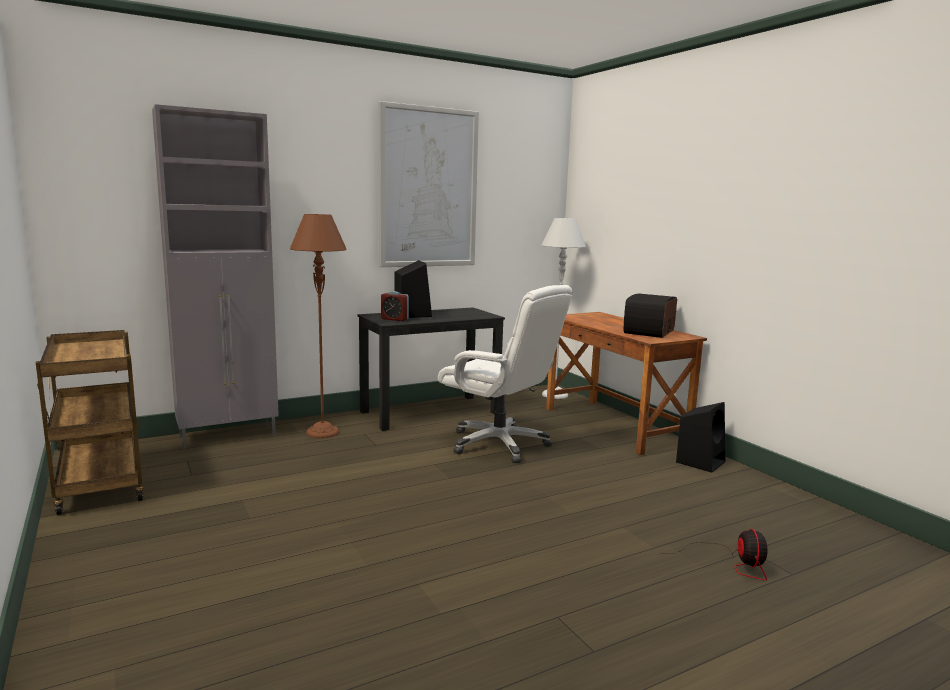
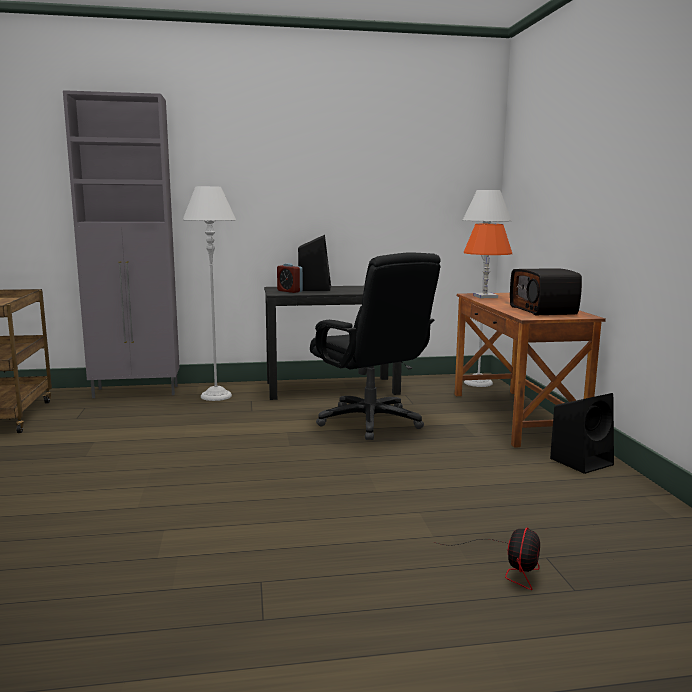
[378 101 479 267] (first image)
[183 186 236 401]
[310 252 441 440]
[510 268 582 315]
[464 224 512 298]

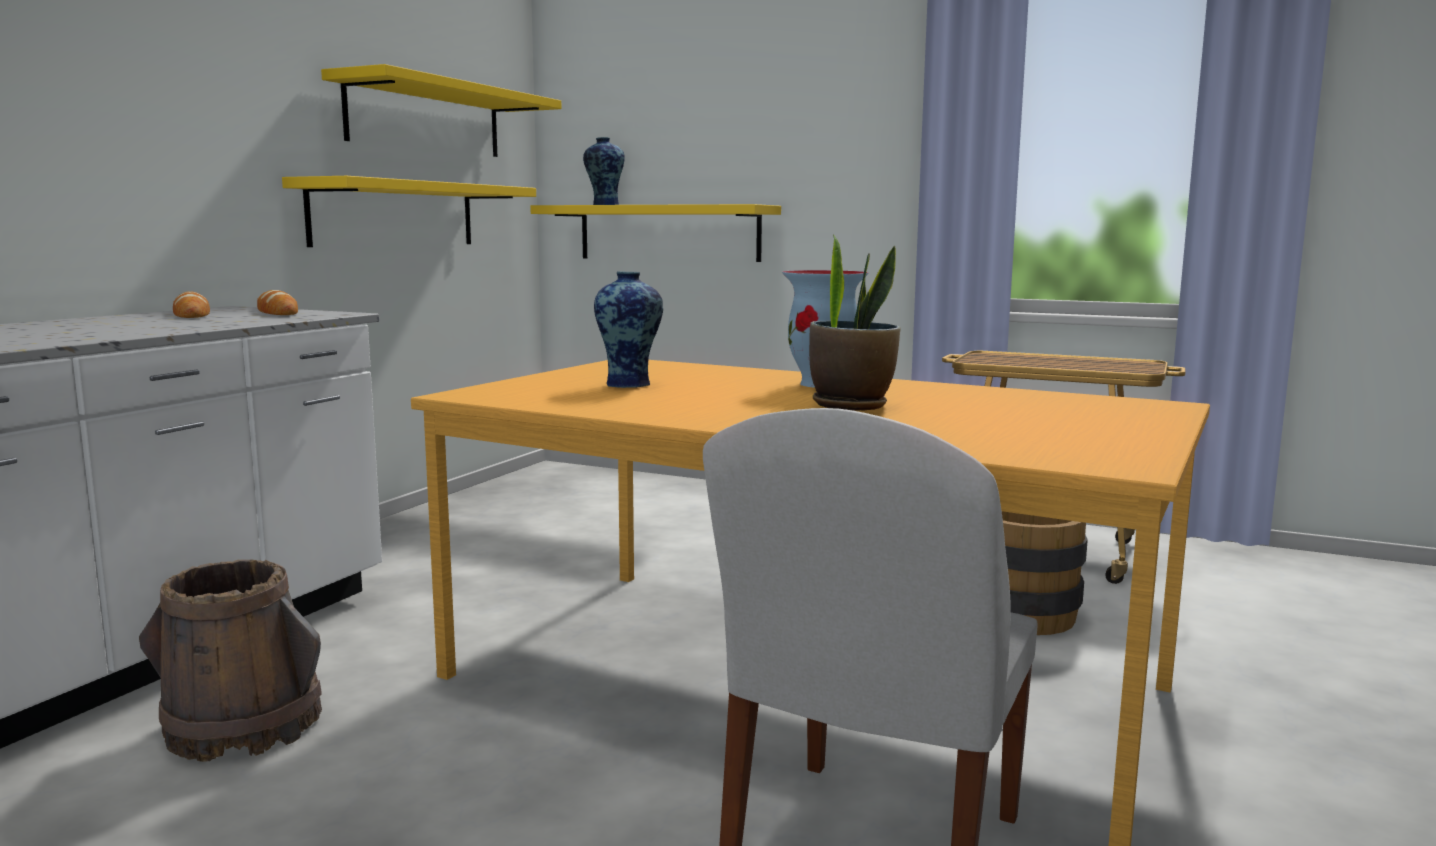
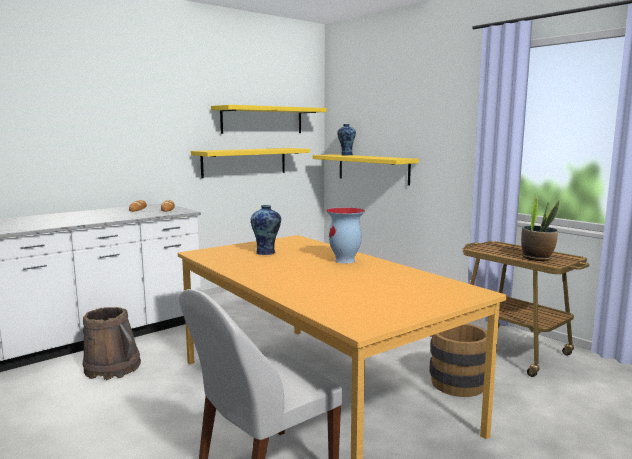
[521 194 560 261]

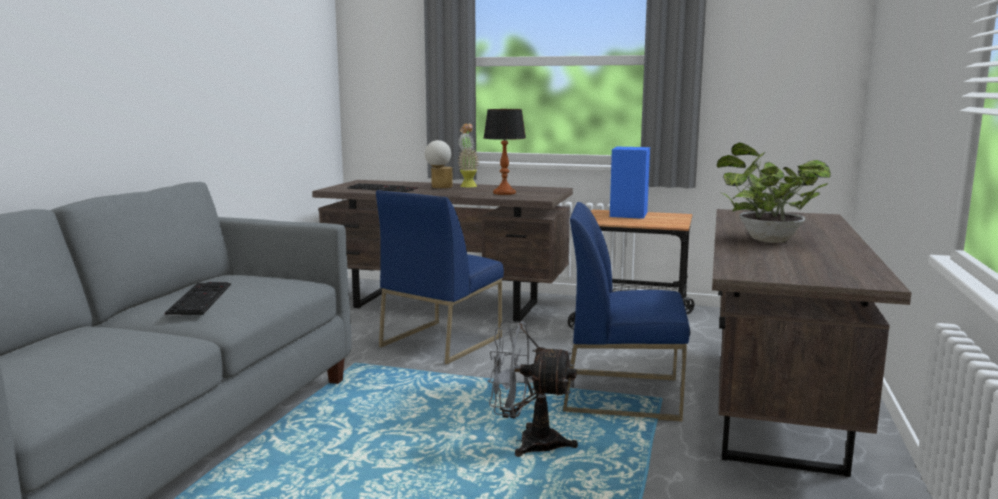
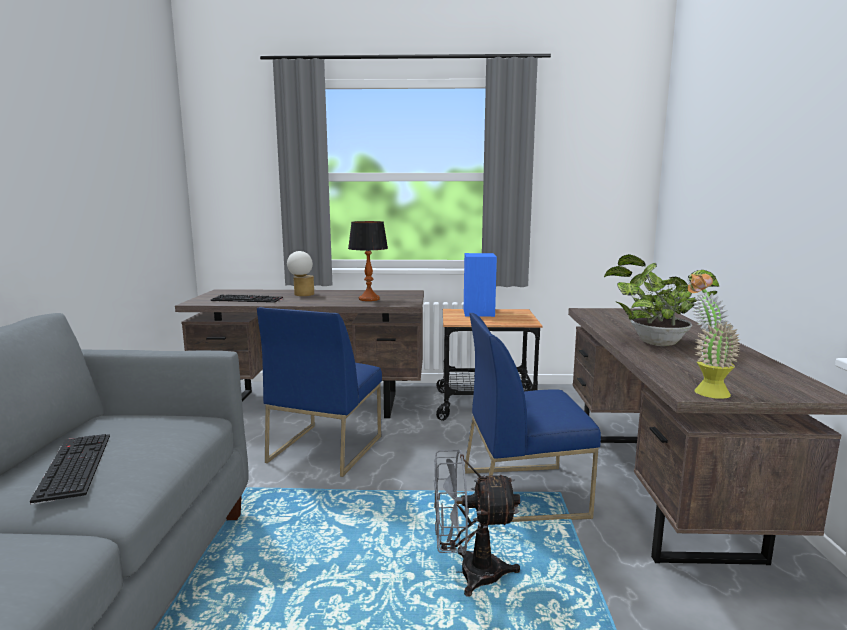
[688 273 741 399]

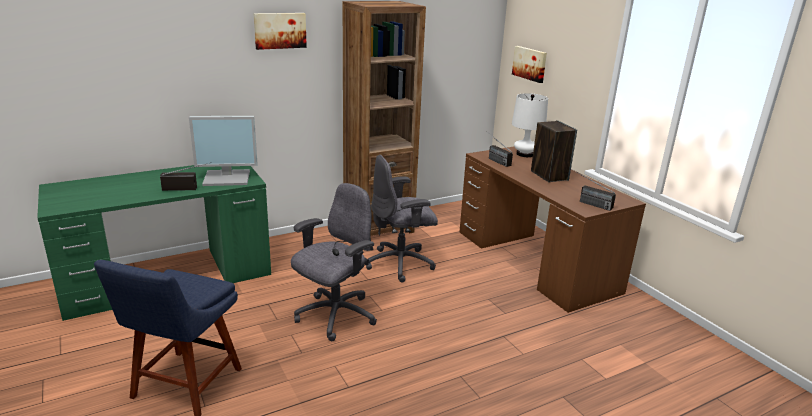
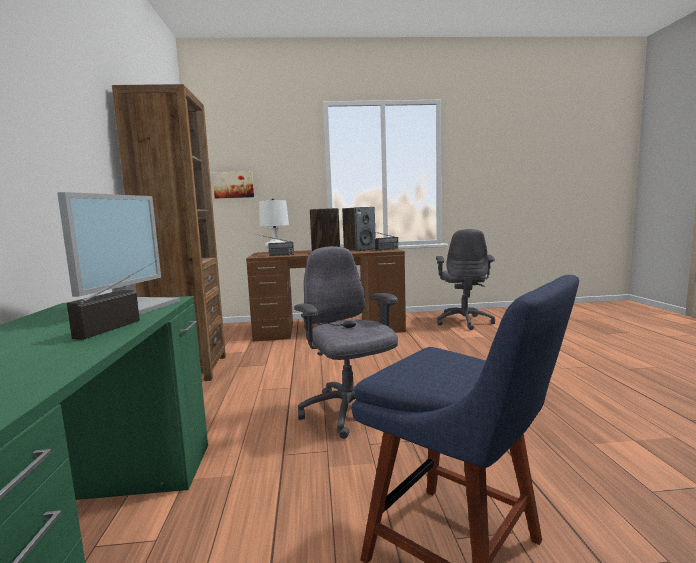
[253 13 307 50] (first image)
[436 229 495 330]
[342 207 376 251]

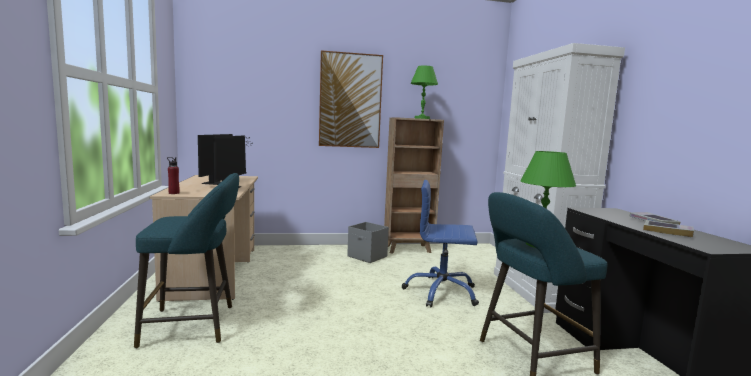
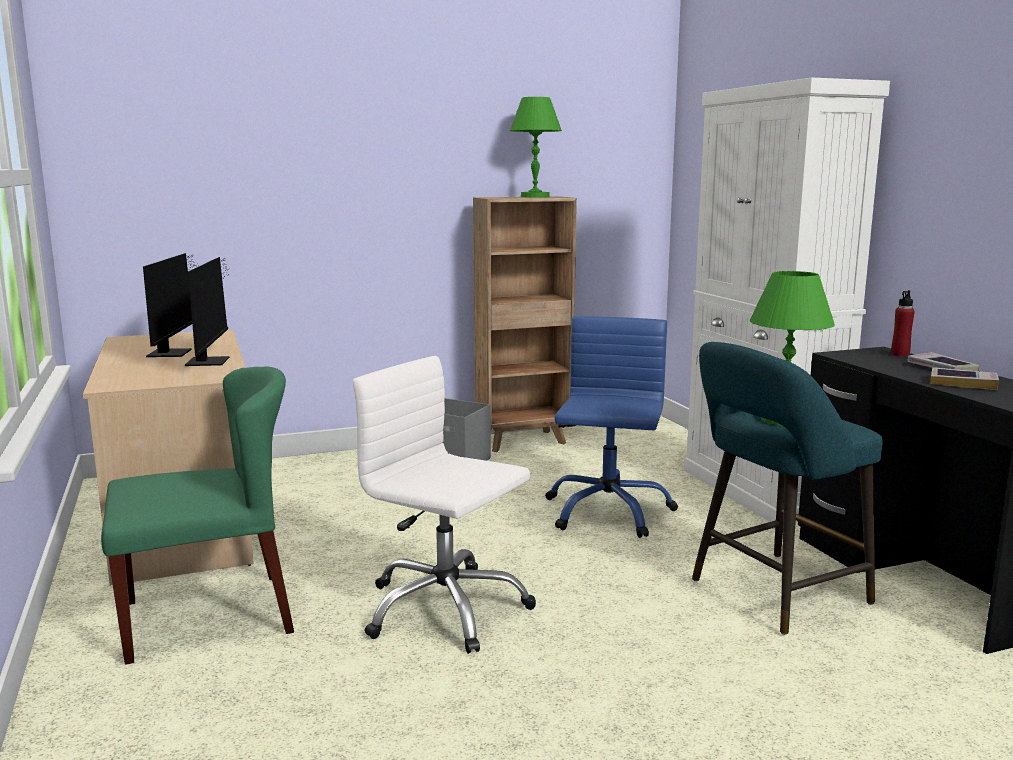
[319 50 383 148] (first image)
[891 290 915 357]
[101 367 294 665]
[545 316 678 538]
[353 356 536 654]

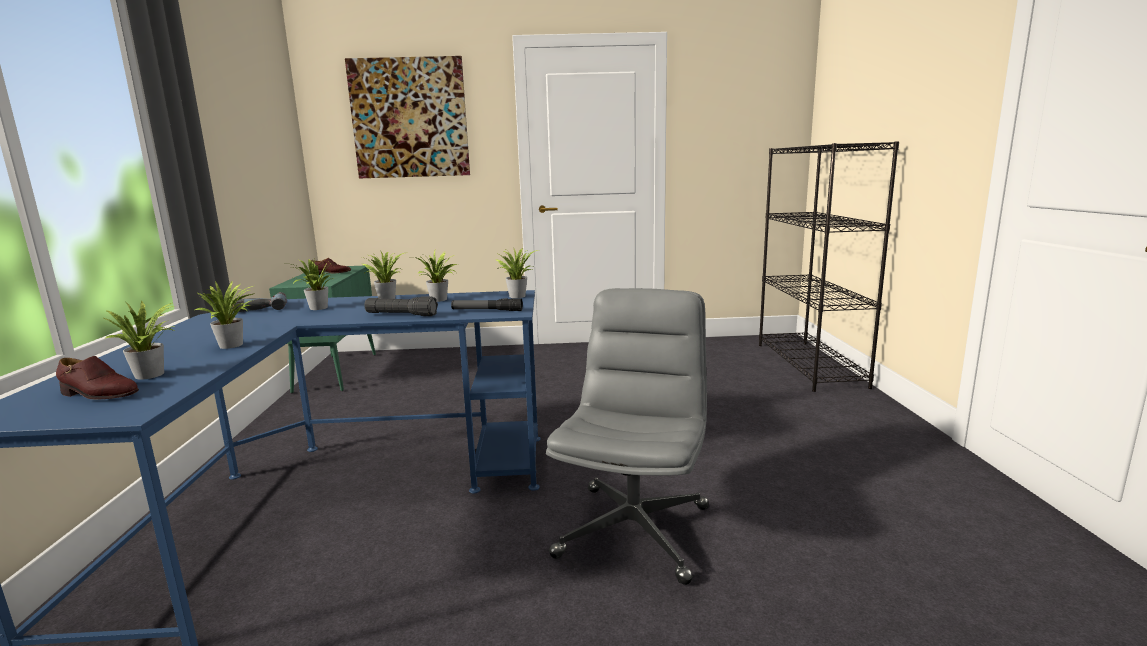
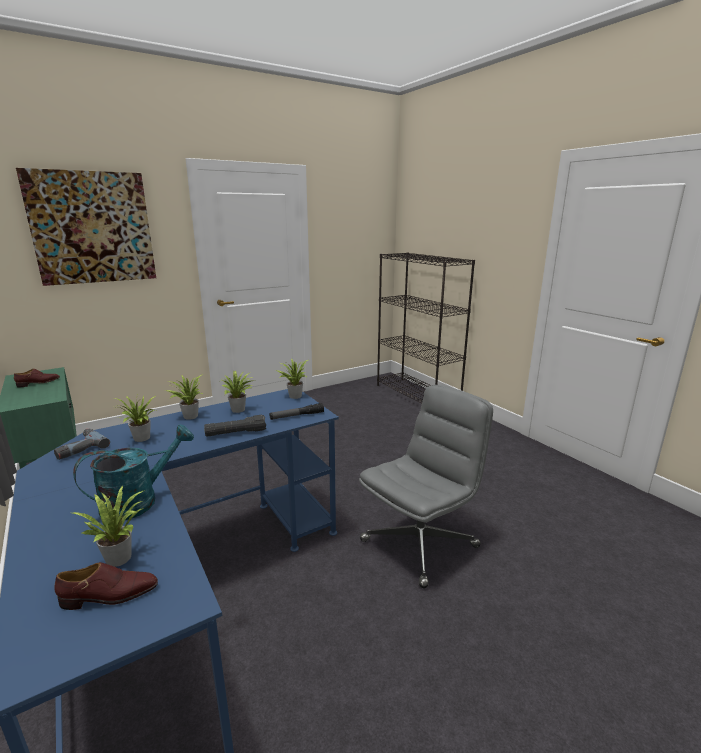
[73 424 194 520]
[359 385 493 588]

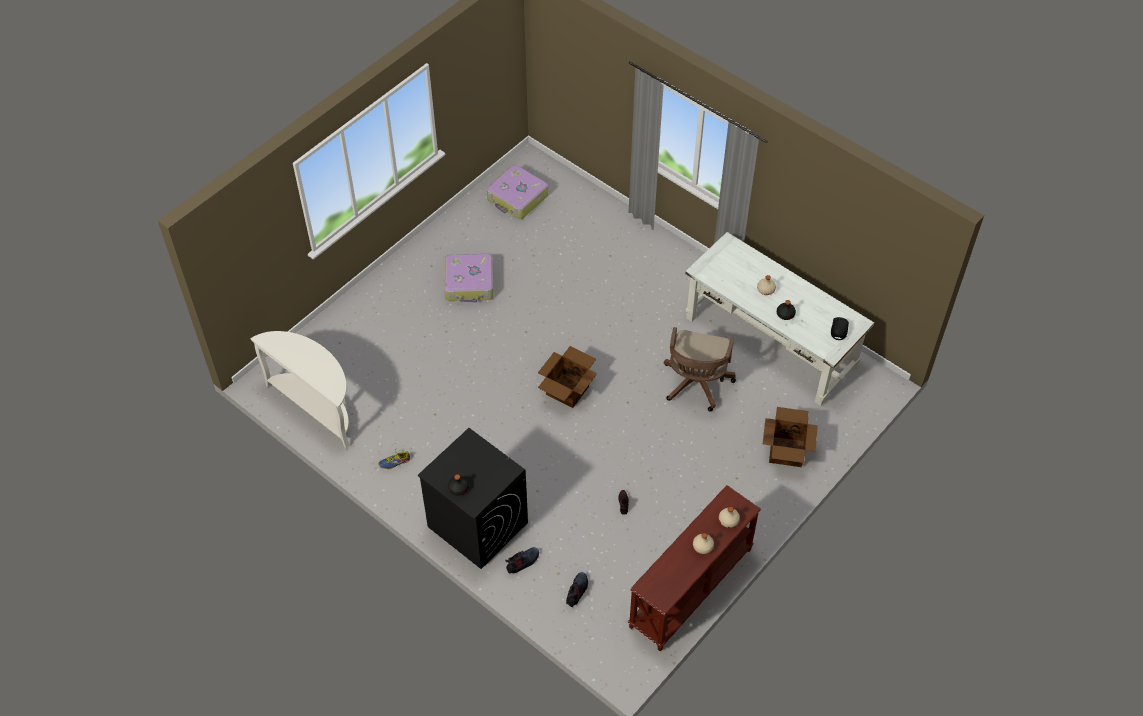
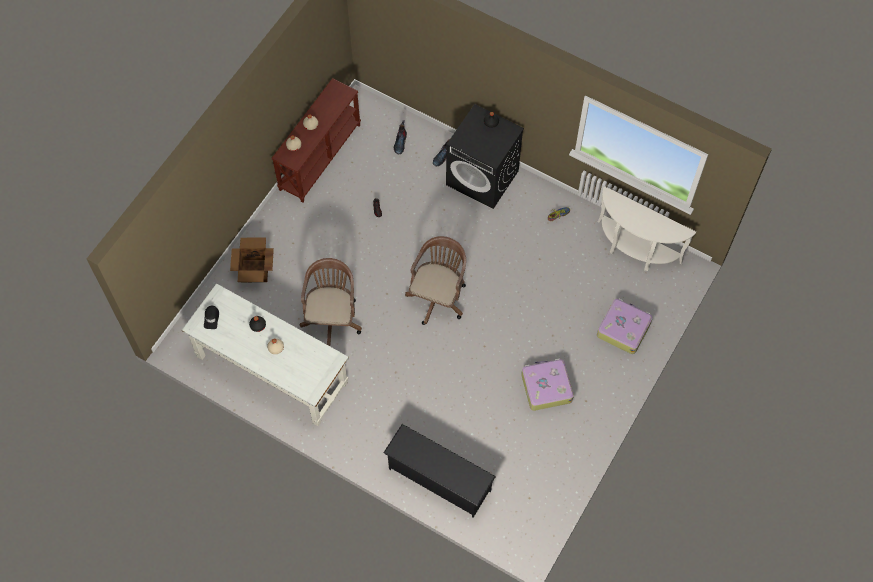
[597 299 653 354]
[405 236 466 325]
[384 424 496 518]

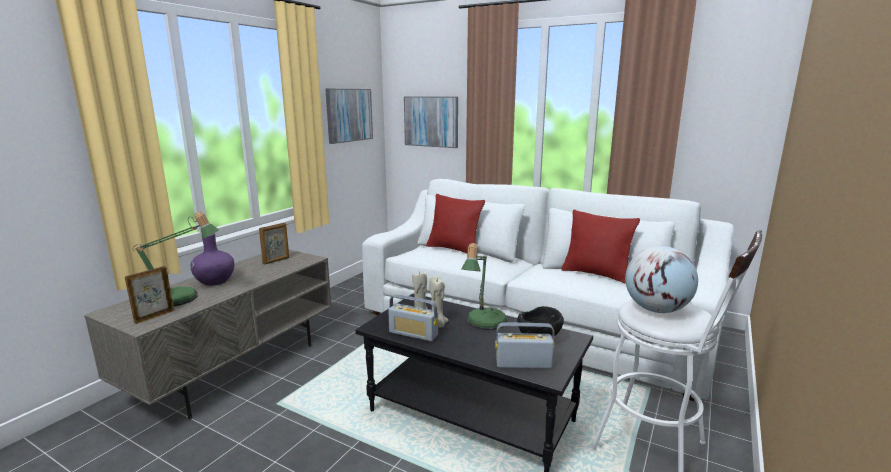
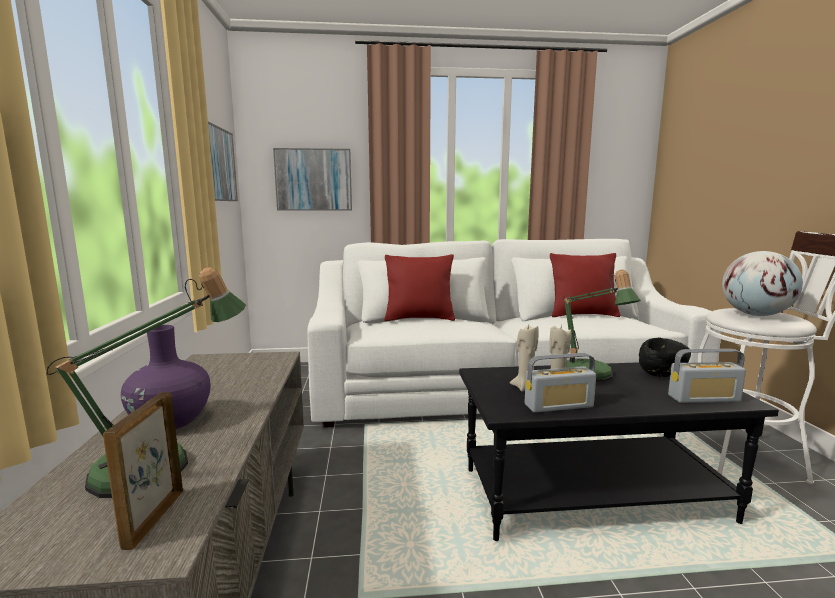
[259 223 289 265] (first image)
[668 349 746 403]

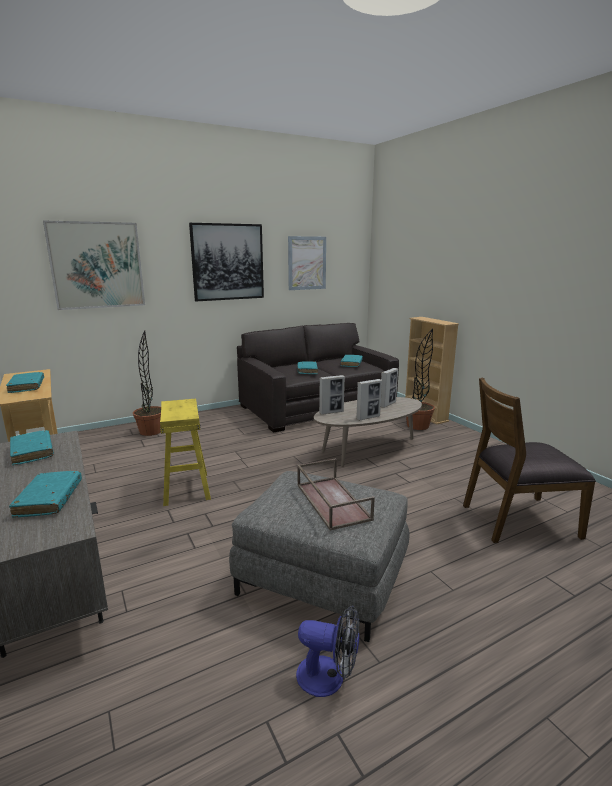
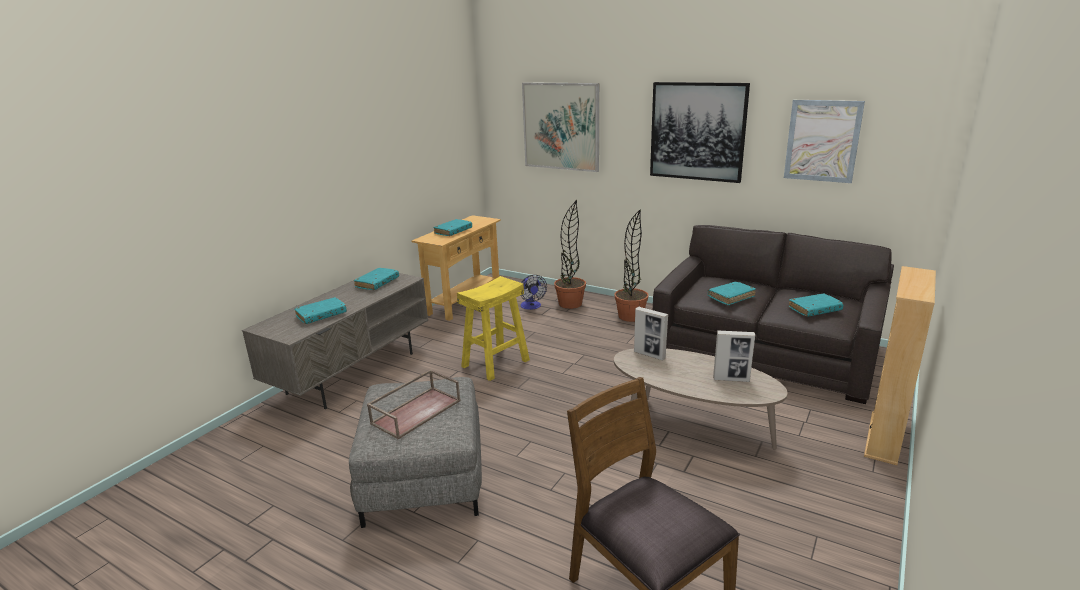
[614 209 649 322]
[356 379 382 421] (first image)
[520 275 547 310]

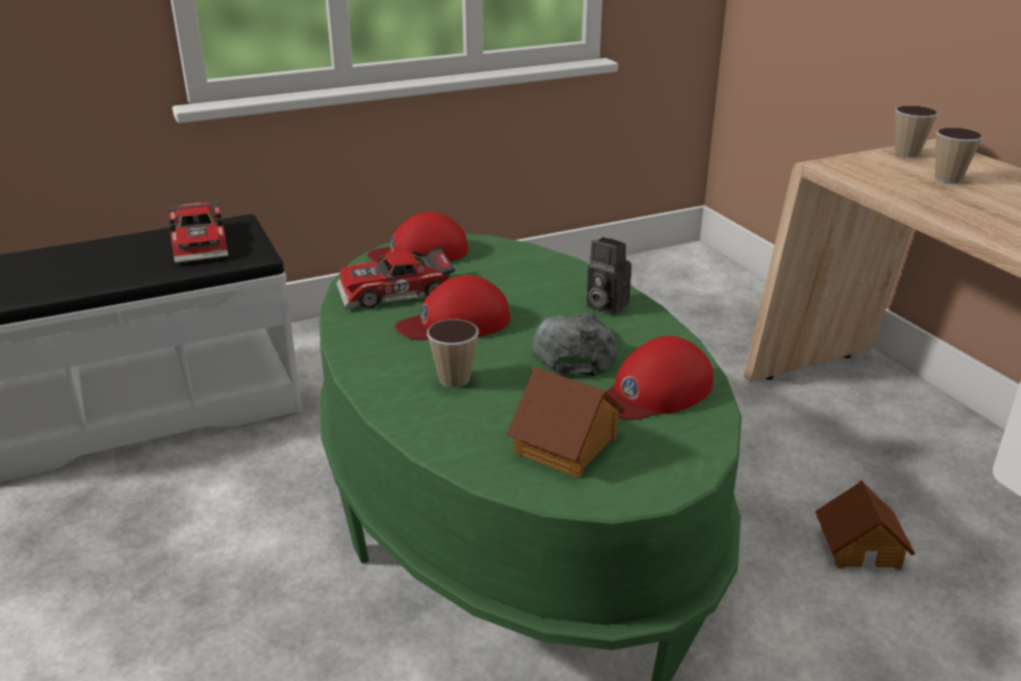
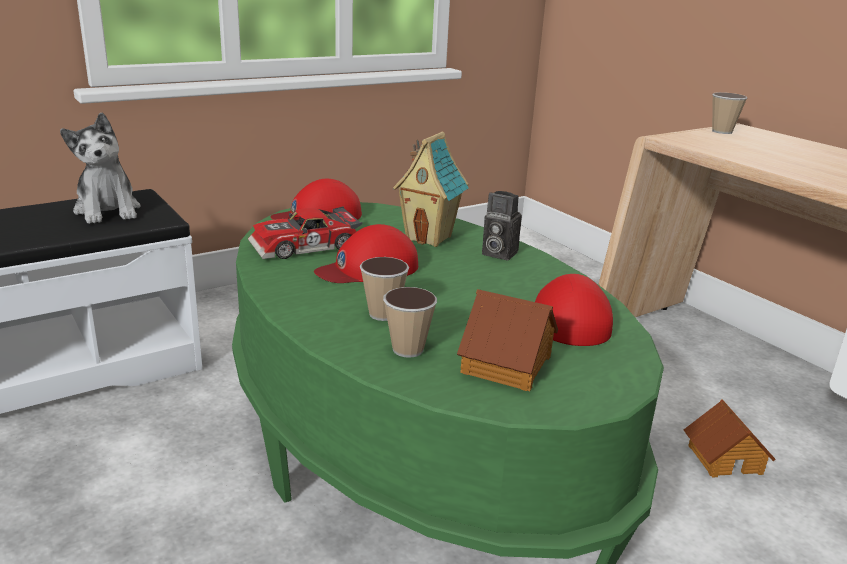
[383 287 437 358]
[60 113 141 224]
[532 314 617 376] (first image)
[535 274 613 346]
[393 131 469 247]

